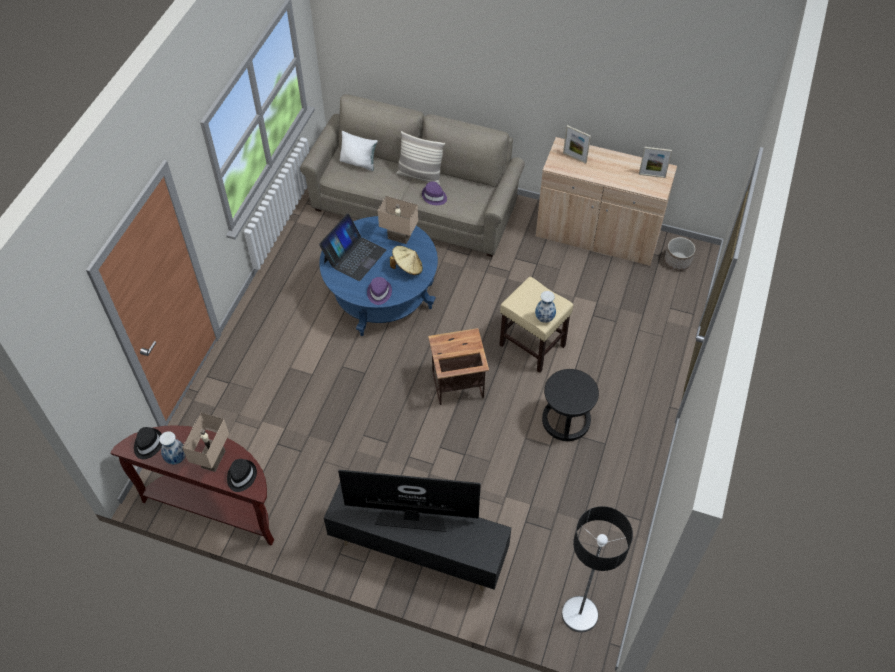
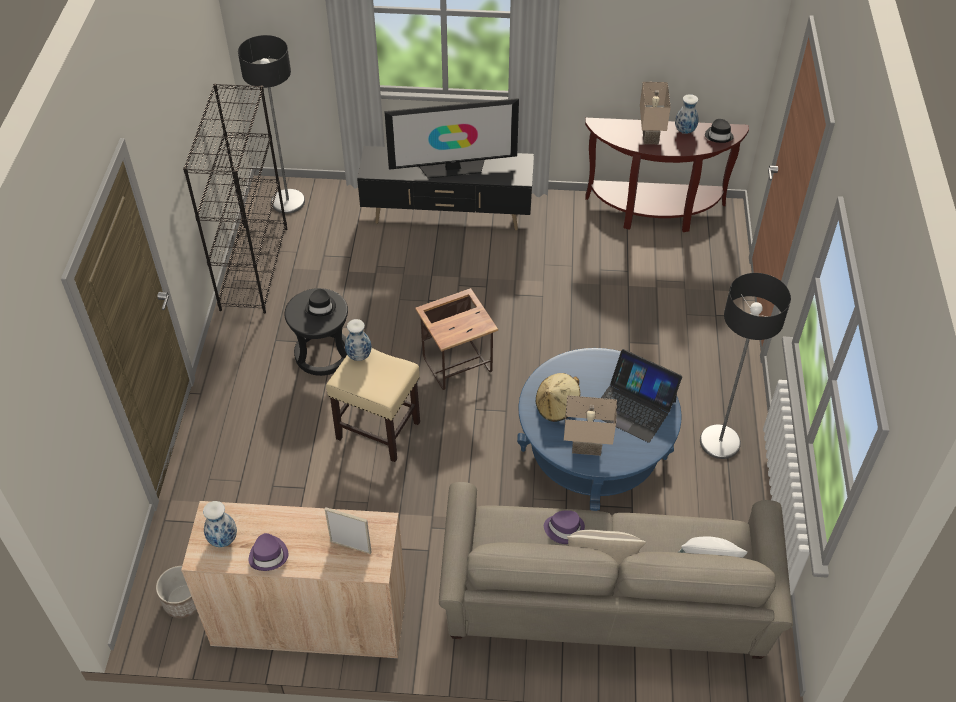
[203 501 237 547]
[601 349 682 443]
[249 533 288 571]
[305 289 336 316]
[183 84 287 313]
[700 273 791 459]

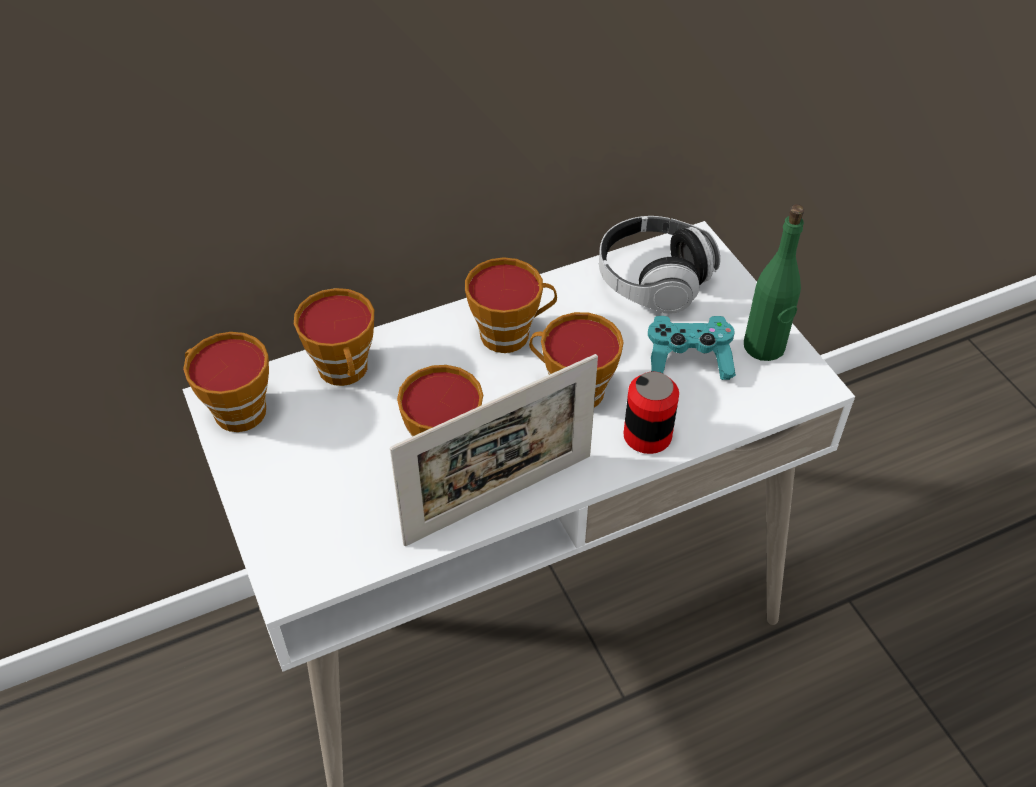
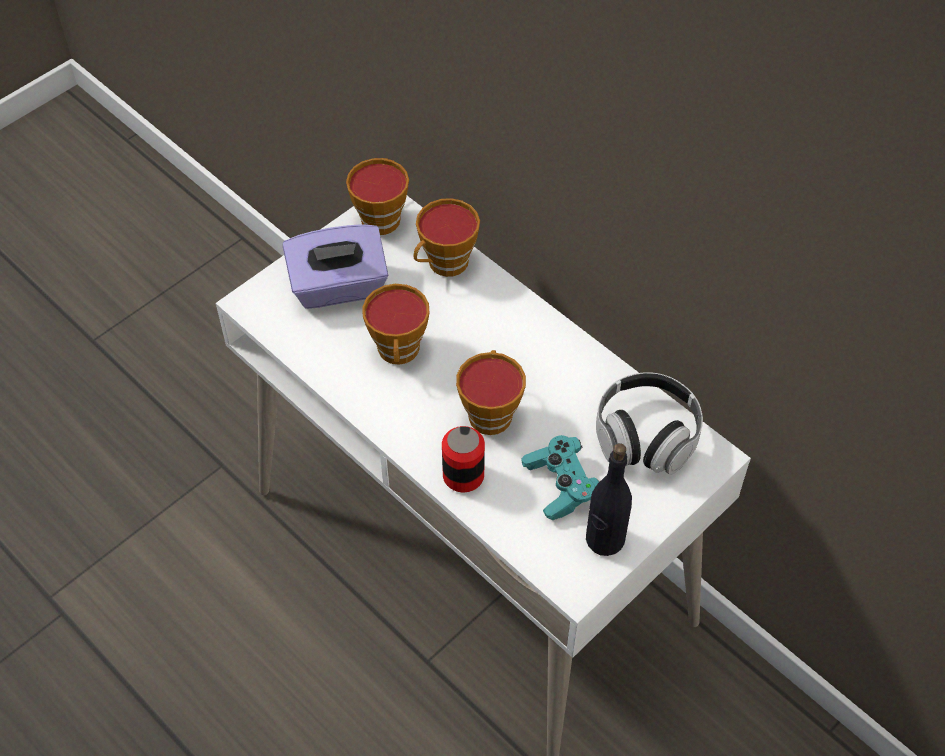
[586 443 632 556]
[465 257 557 353] (first image)
[390 354 598 546] (first image)
[283 224 388 309]

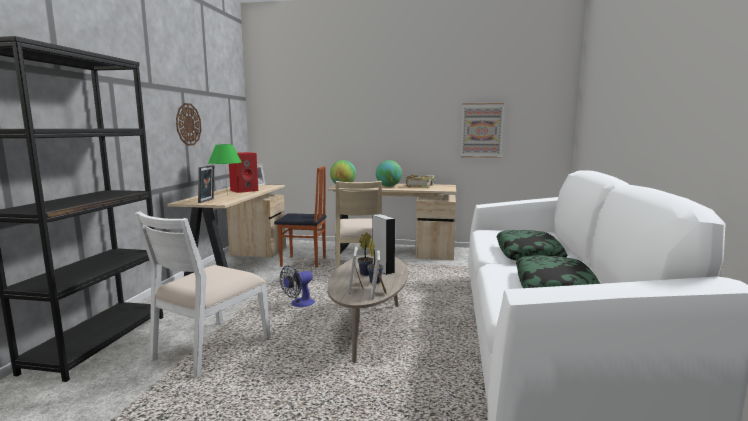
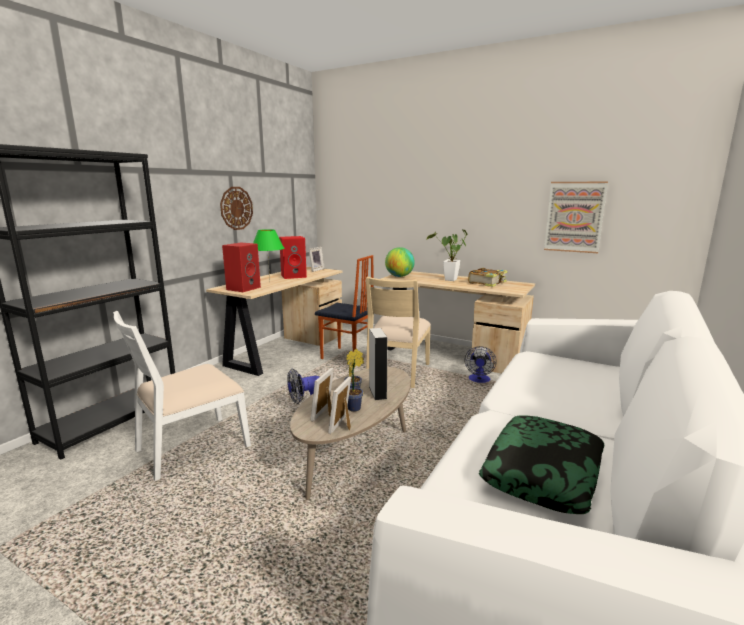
[427 229 467 281]
[222 243 261 292]
[497 230 567 261] (first image)
[465 346 497 383]

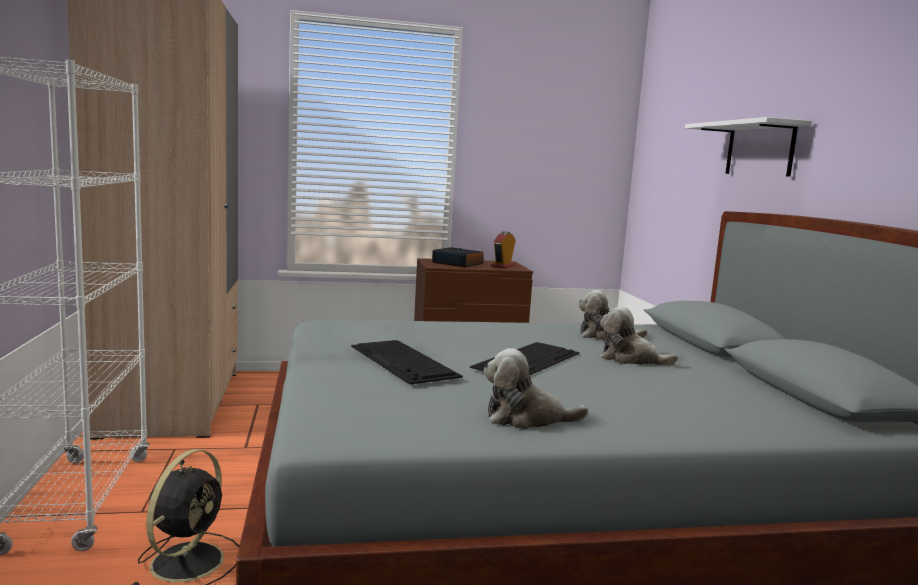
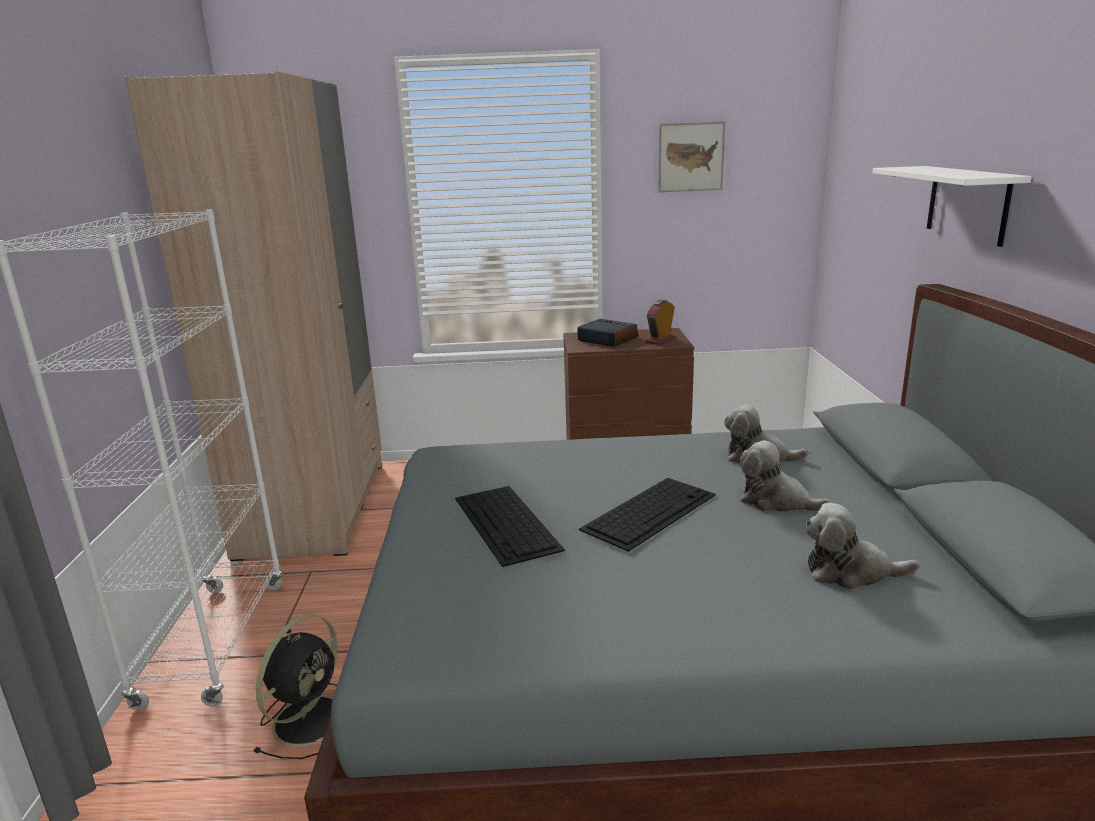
[805 503 920 590]
[658 121 726 192]

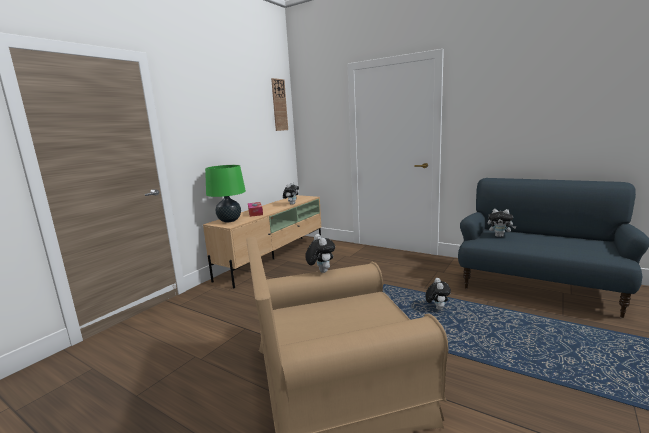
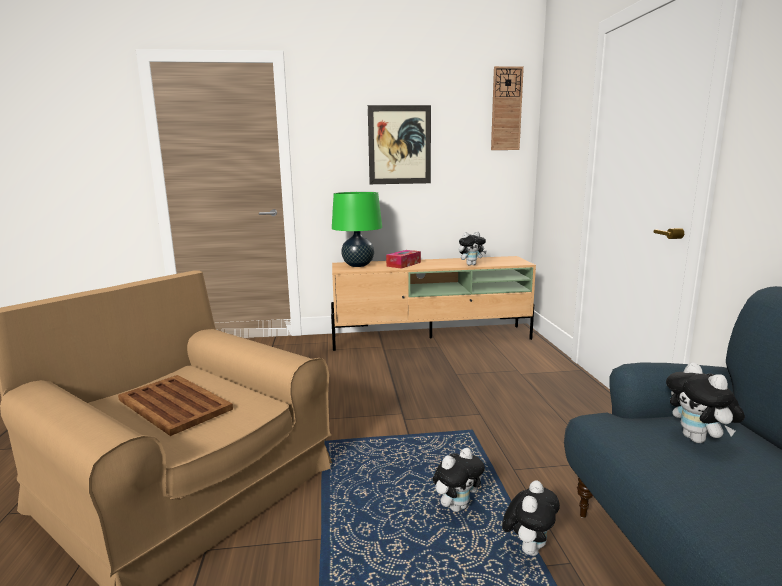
[502 480 560 556]
[368 105 431 184]
[118 375 233 436]

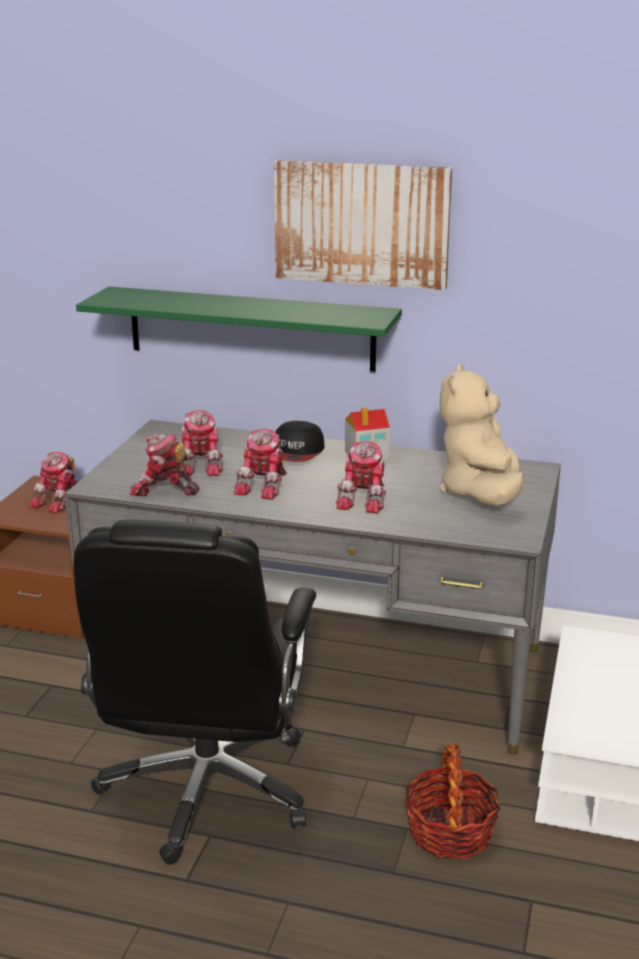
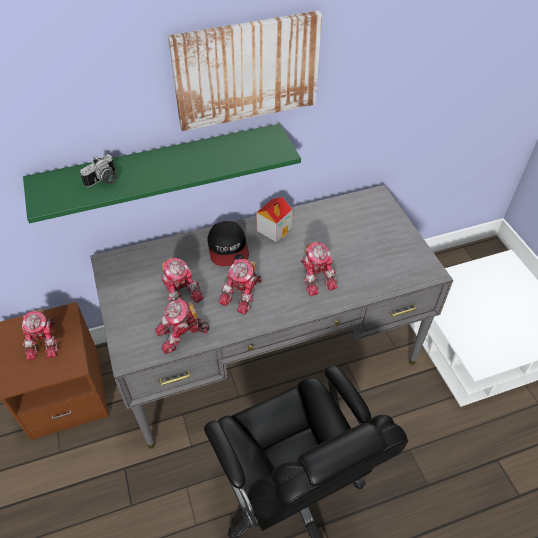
[440 364 524 506] (first image)
[218 259 262 315]
[405 743 500 859] (first image)
[80 155 117 187]

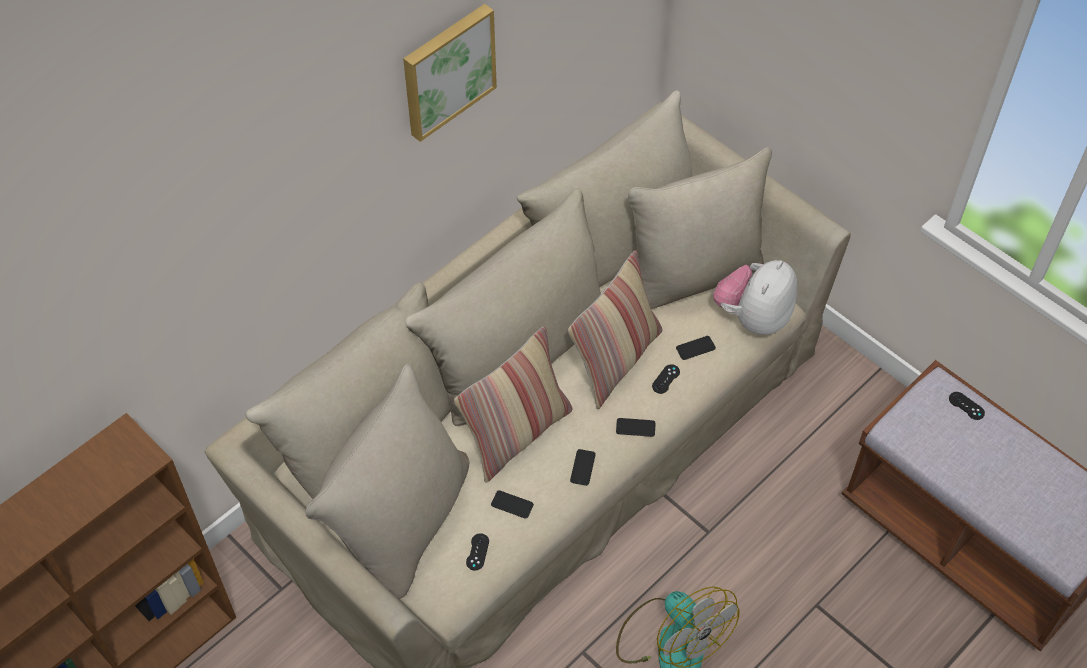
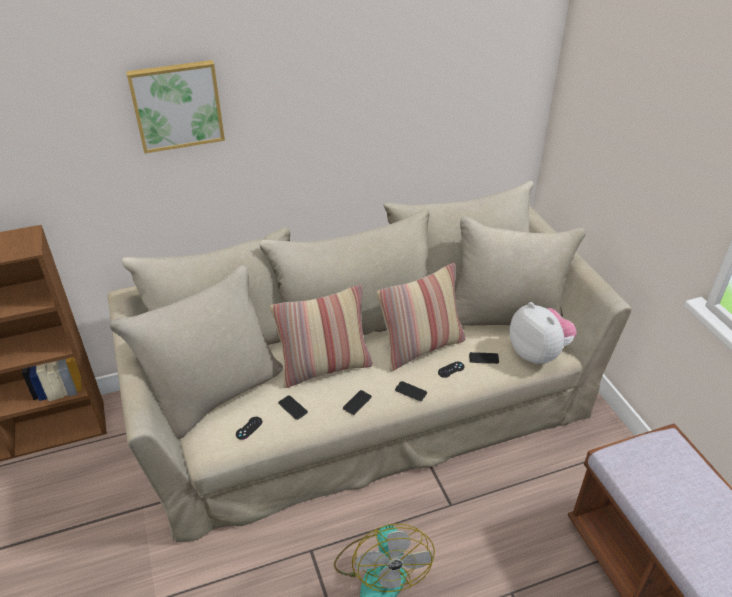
[126 60 225 153]
[509 302 577 365]
[949 392 985 420] (first image)

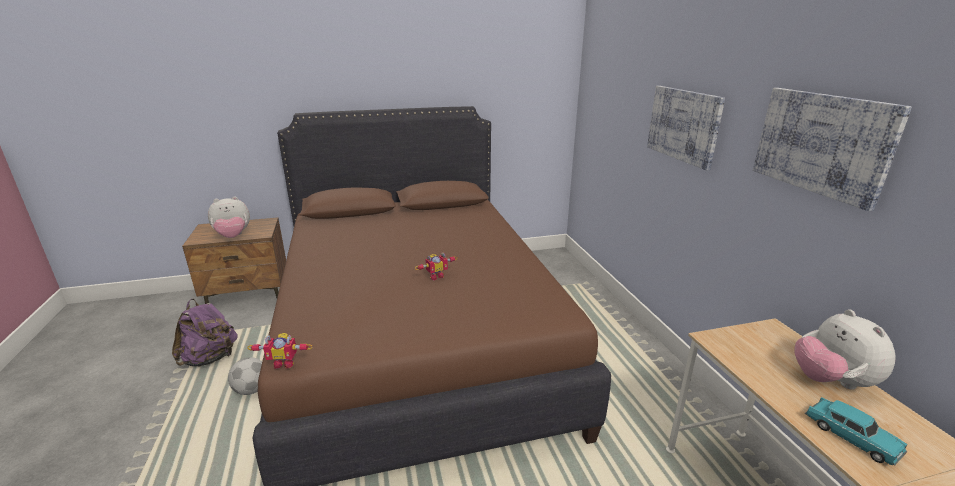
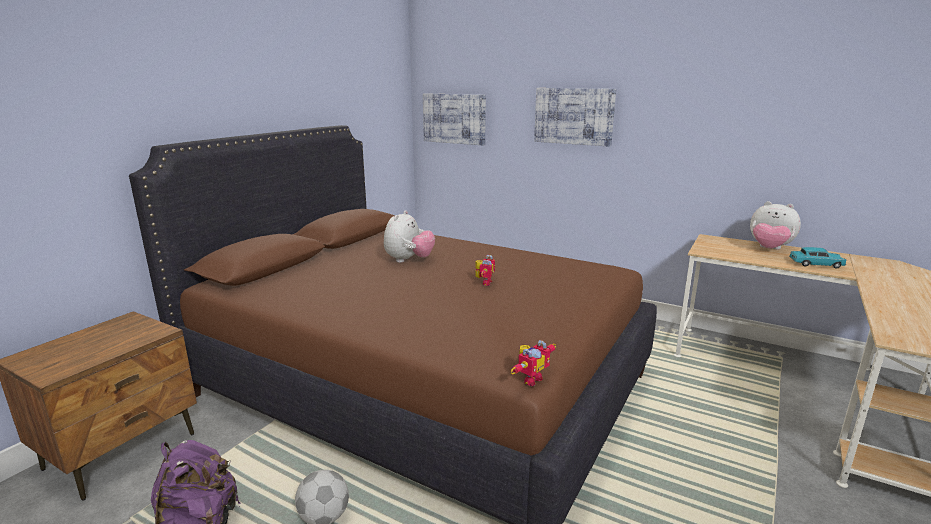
[423 93 486 146]
[384 210 435 263]

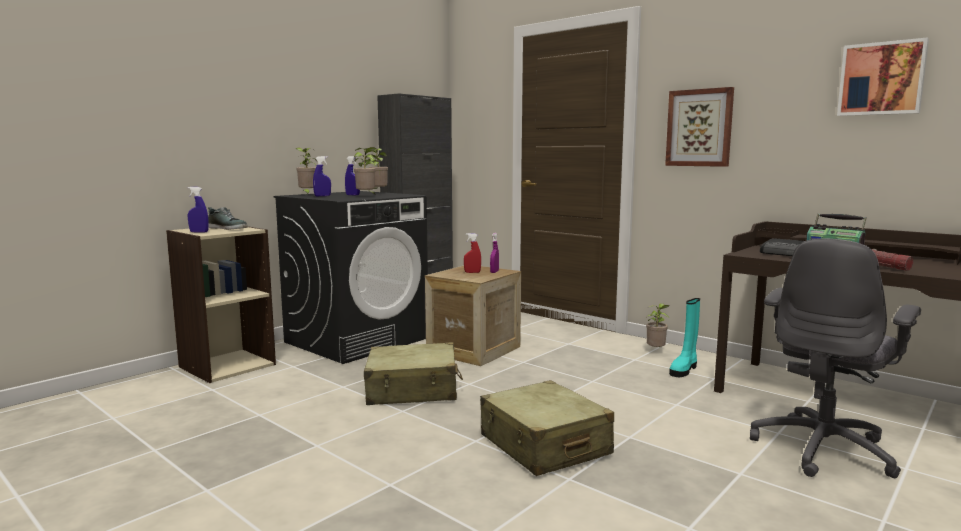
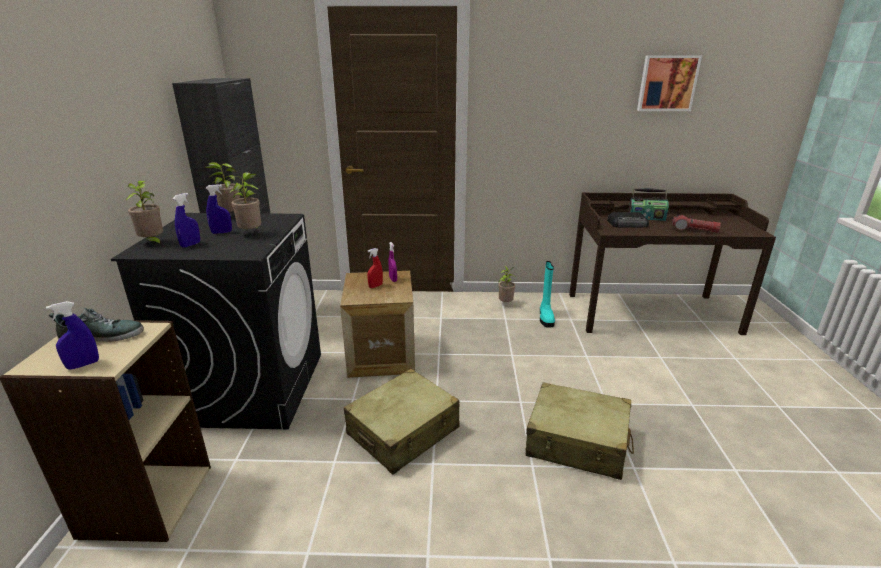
[665 87 734 167] (first image)
[750 239 921 478] (first image)

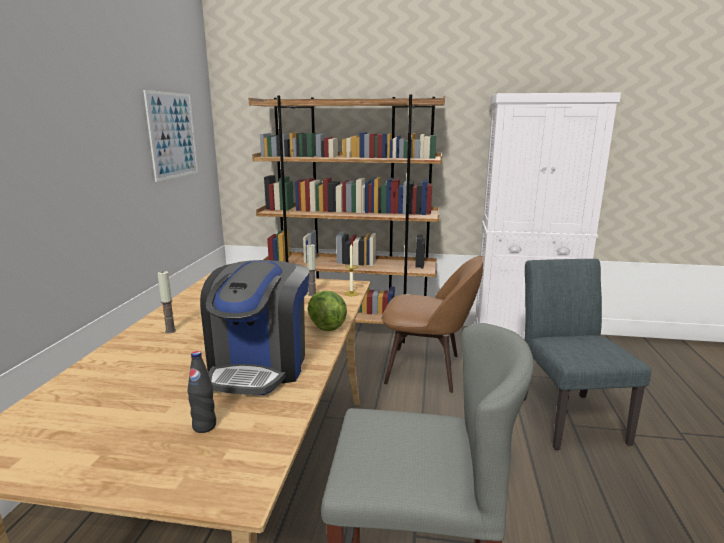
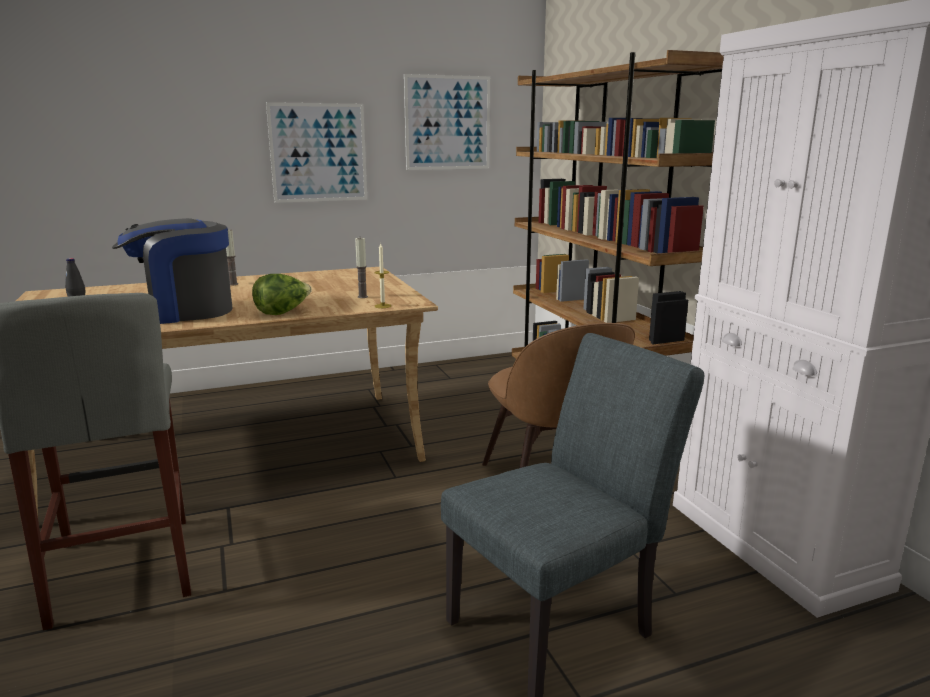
[266 102 367 203]

